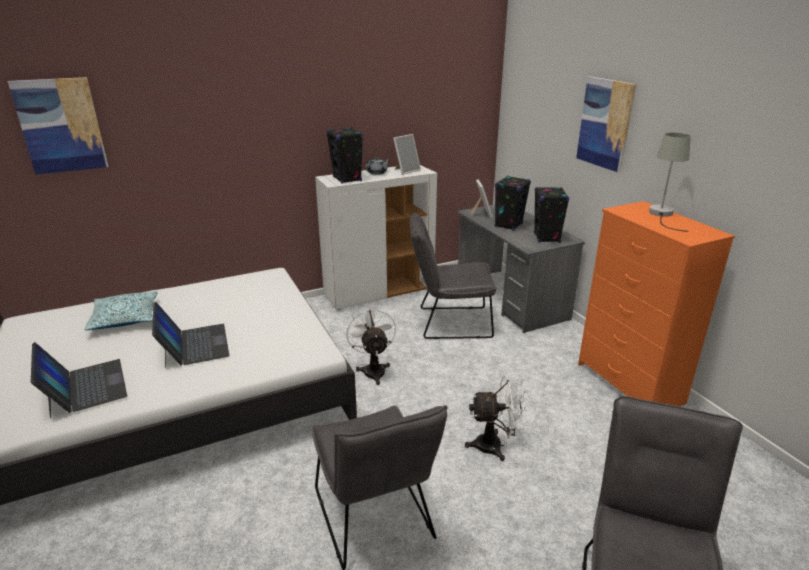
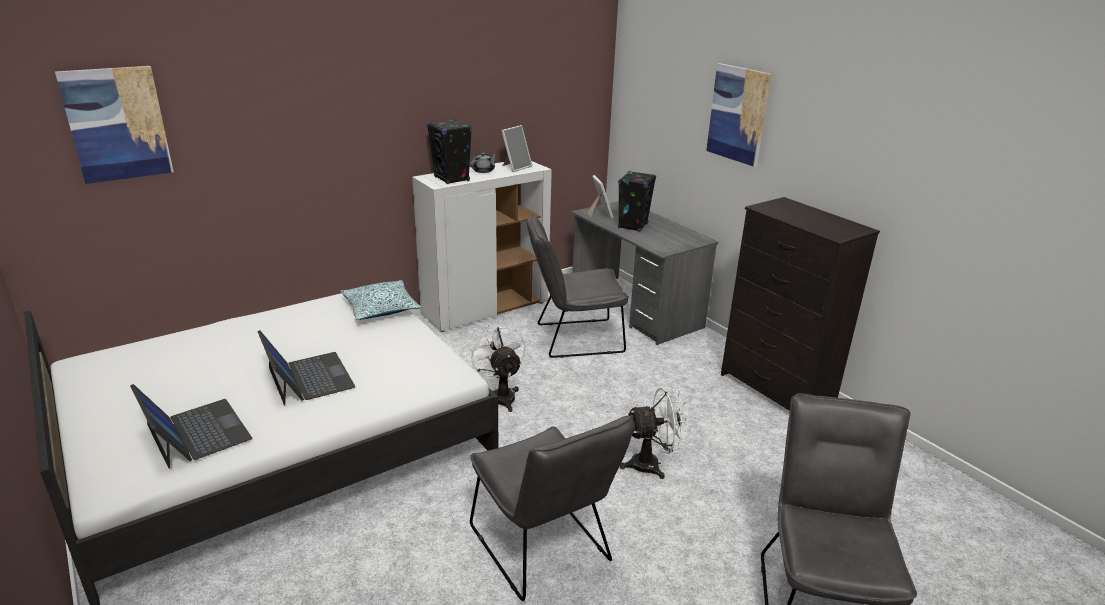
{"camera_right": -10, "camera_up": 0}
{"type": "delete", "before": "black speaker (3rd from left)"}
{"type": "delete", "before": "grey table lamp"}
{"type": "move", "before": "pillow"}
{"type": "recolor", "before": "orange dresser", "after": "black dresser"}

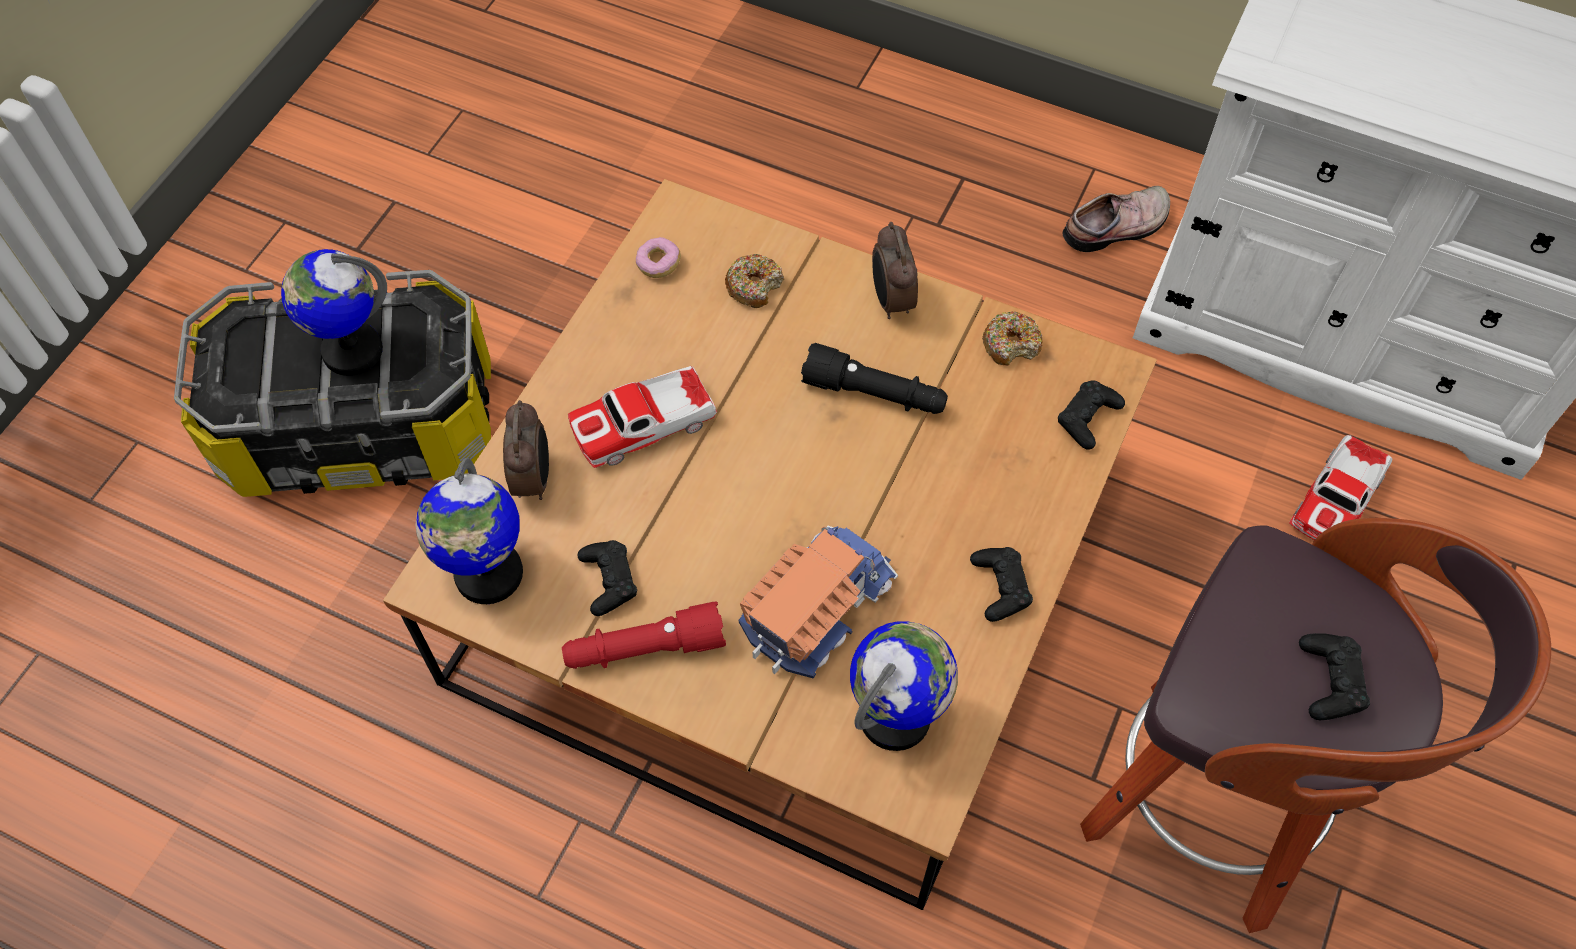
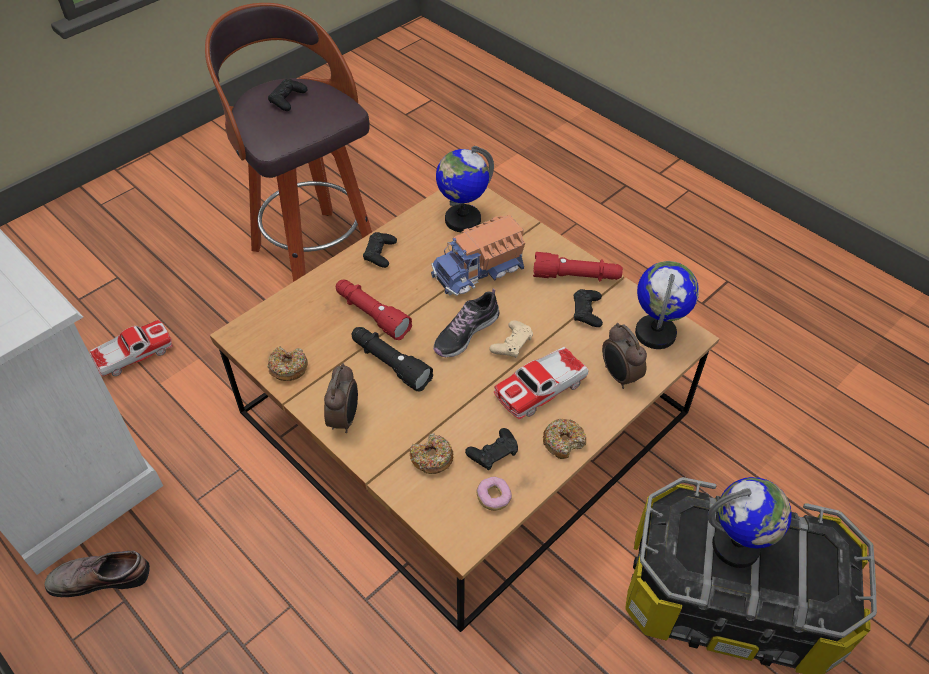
{"camera_right": -160, "camera_up": -10}
{"type": "insert", "after": "red flashlight (1st from left)"}
{"type": "insert", "after": "shoe (2nd from left)"}
{"type": "insert", "after": "beige game controller"}
{"type": "insert", "after": "donut (4th from left)"}
{"type": "move", "before": "black game controller (3rd from left)"}
{"type": "rotate", "before": "alarm clock (1st from left in the first image)", "turn": -45}
{"type": "rotate", "before": "toy car (1st from left in the first image)", "turn": 150}

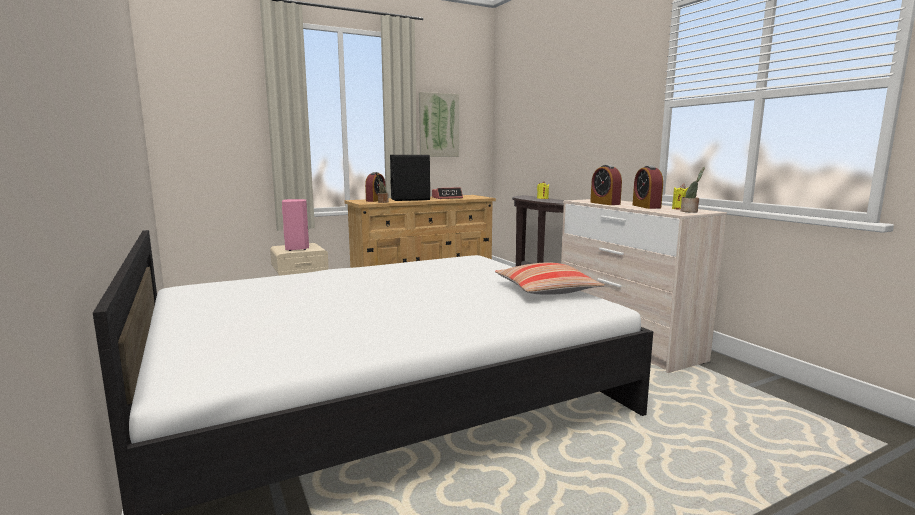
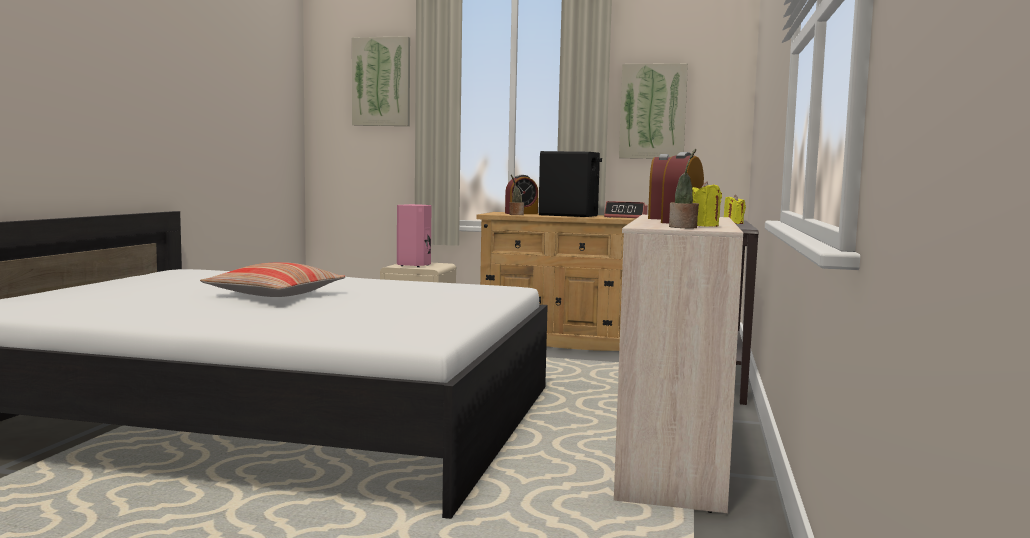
{"camera_right": 40, "camera_up": -5}
{"type": "insert", "after": "picture (1st from left)"}
{"type": "move", "before": "pillow"}

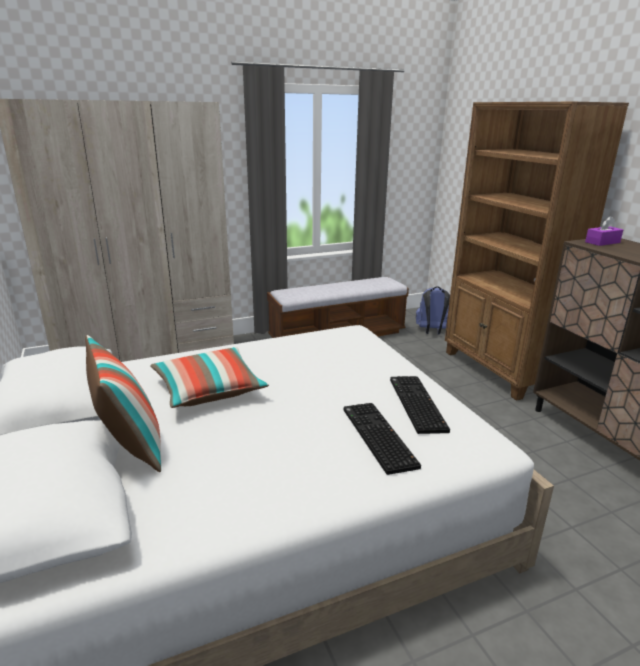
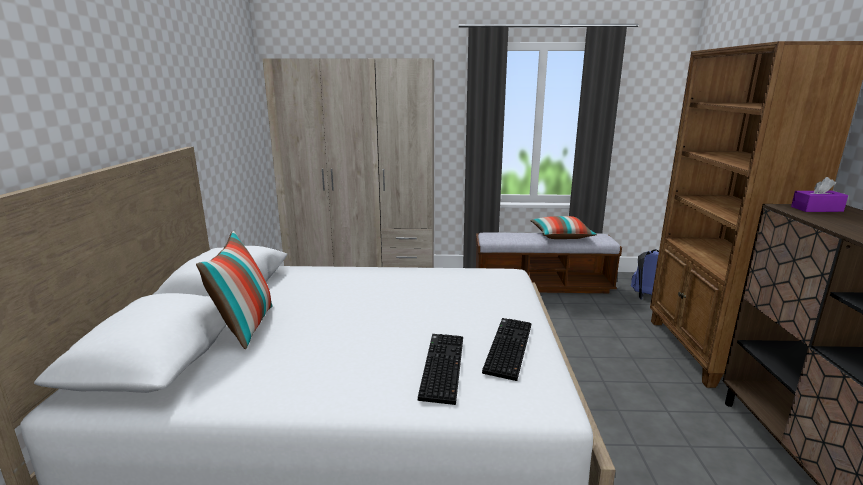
{"camera_right": 25, "camera_up": -5}
{"type": "move", "before": "pillow (2nd from left)"}

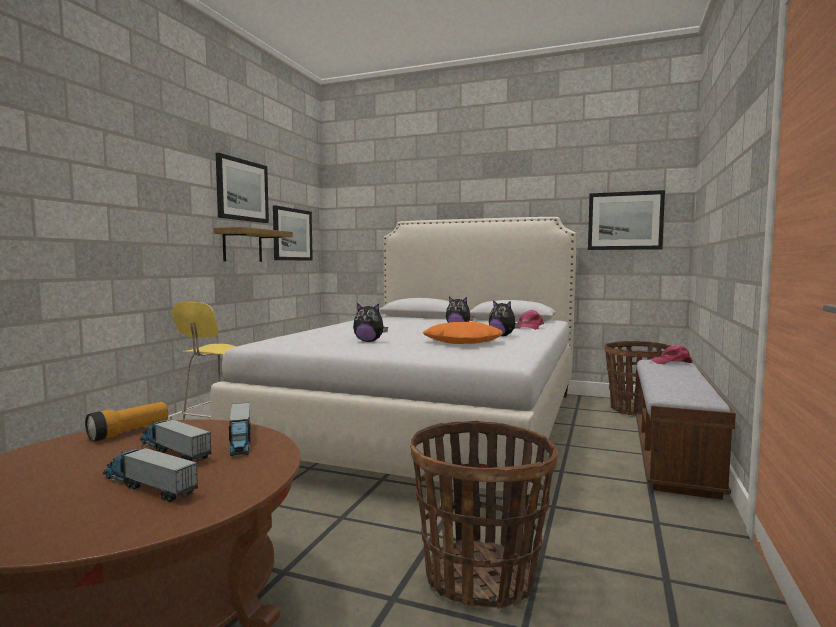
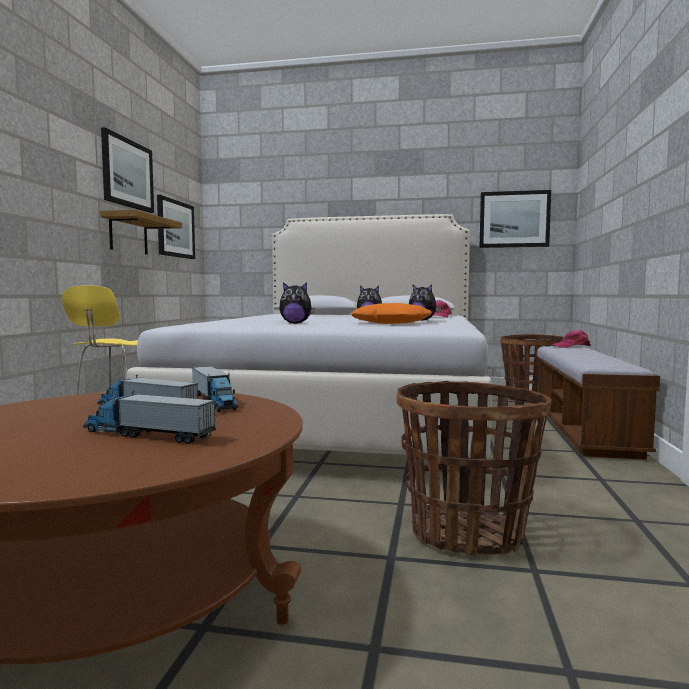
{"camera_right": -10, "camera_up": 0}
{"type": "delete", "before": "flashlight"}

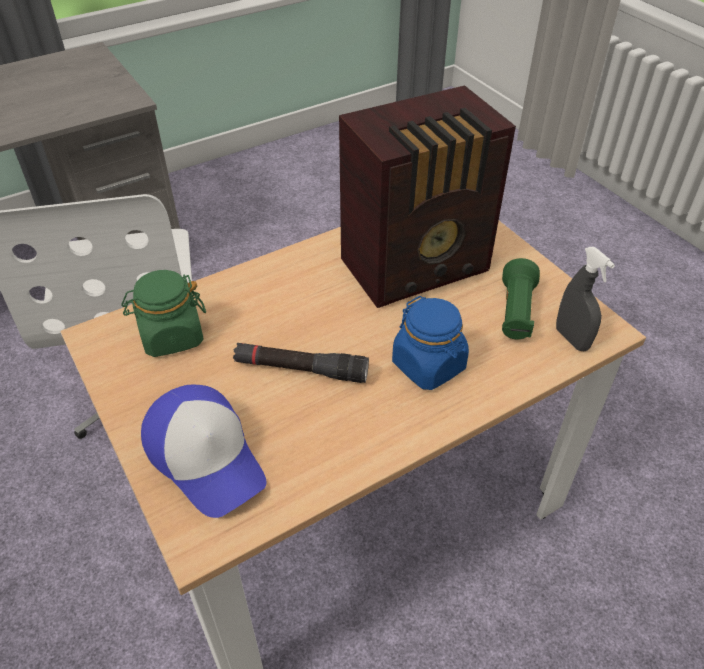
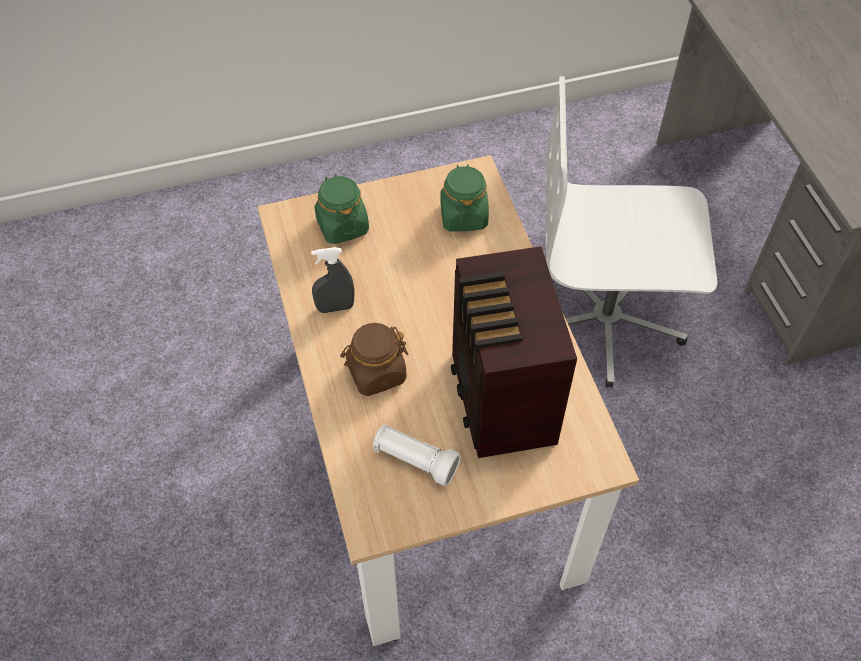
{"camera_right": 105, "camera_up": 10}
{"type": "delete", "before": "black flashlight"}
{"type": "move", "before": "grey spray bottle"}
{"type": "replace", "before": "cap", "after": "green jar (1st from left)"}
{"type": "recolor", "before": "blue jar", "after": "brown jar"}
{"type": "recolor", "before": "green flashlight", "after": "white flashlight"}

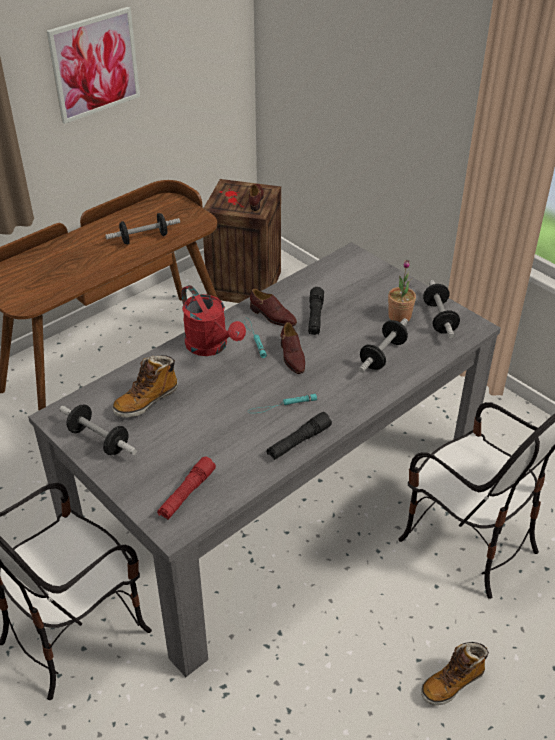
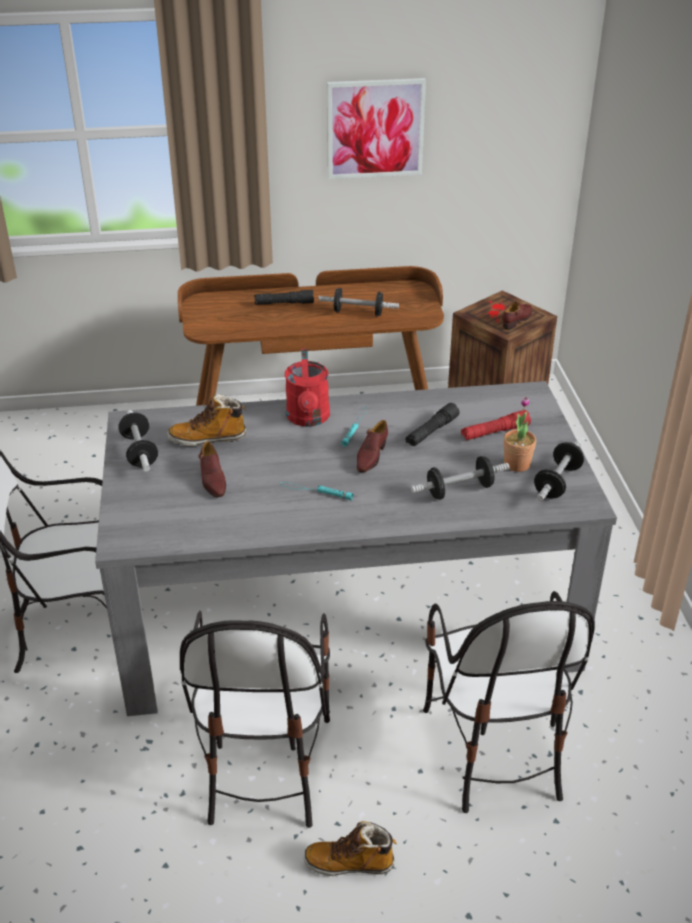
{"camera_right": 35, "camera_up": -5}
{"type": "insert", "after": "chair (2nd from left)"}
{"type": "move", "before": "red flashlight"}
{"type": "move", "before": "brown shoe (2nd from left in the first image)", "after": "brown shoe (1st from left)"}
{"type": "move", "before": "black flashlight (1st from left)"}

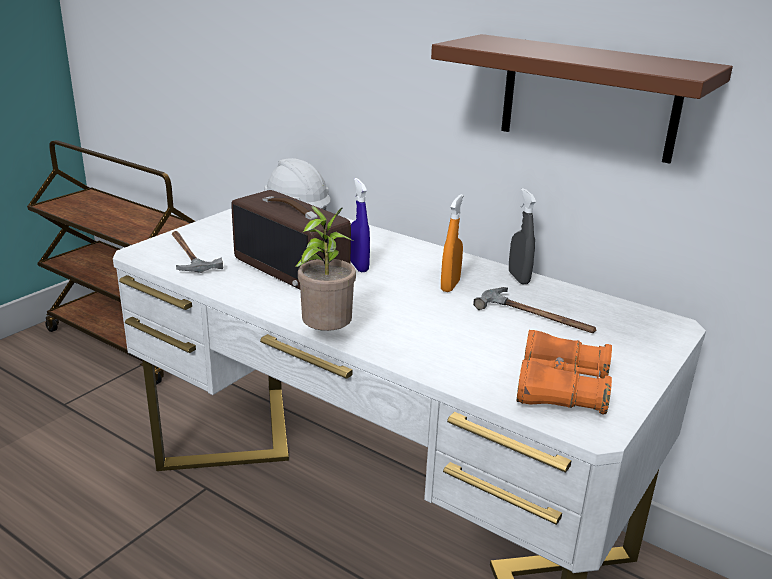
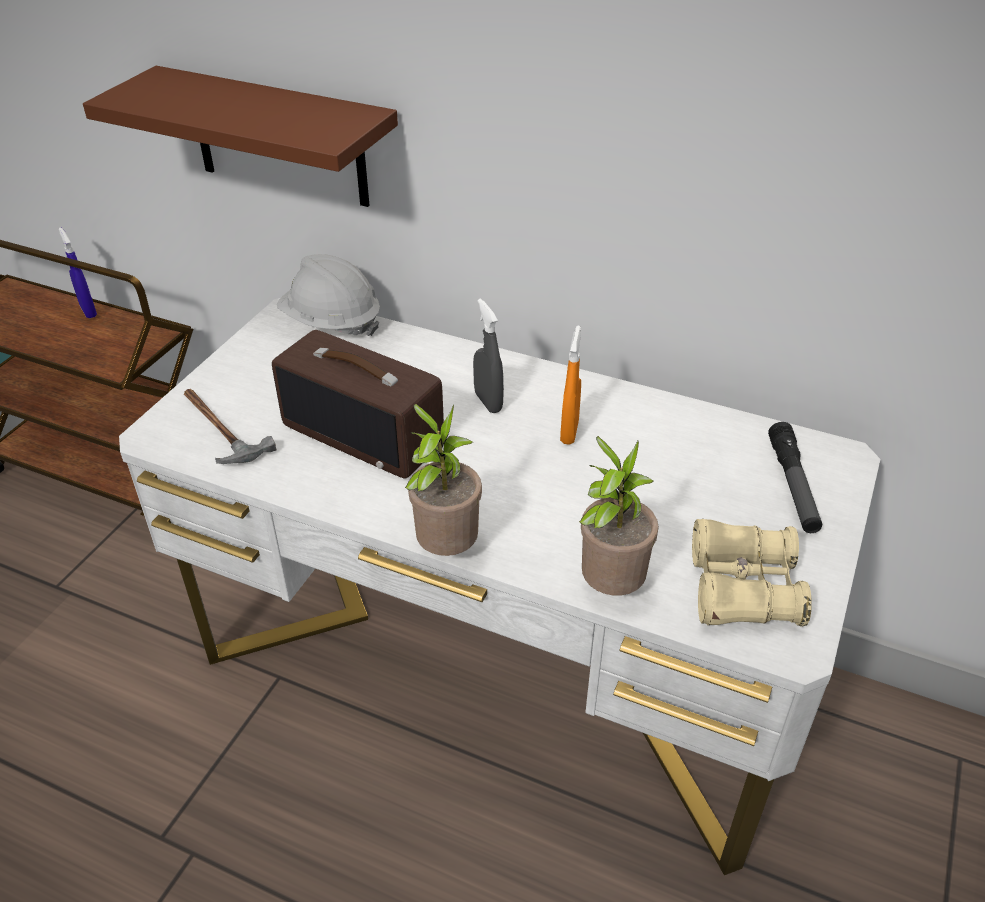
{"camera_right": -10, "camera_up": 15}
{"type": "delete", "before": "hammer (2nd from left)"}
{"type": "insert", "after": "potted plant (2nd from left)"}
{"type": "insert", "after": "flashlight"}
{"type": "move", "before": "blue spray bottle"}
{"type": "move", "before": "brown shelf"}
{"type": "move", "before": "grey spray bottle"}
{"type": "recolor", "before": "orange binoculars", "after": "beige binoculars"}

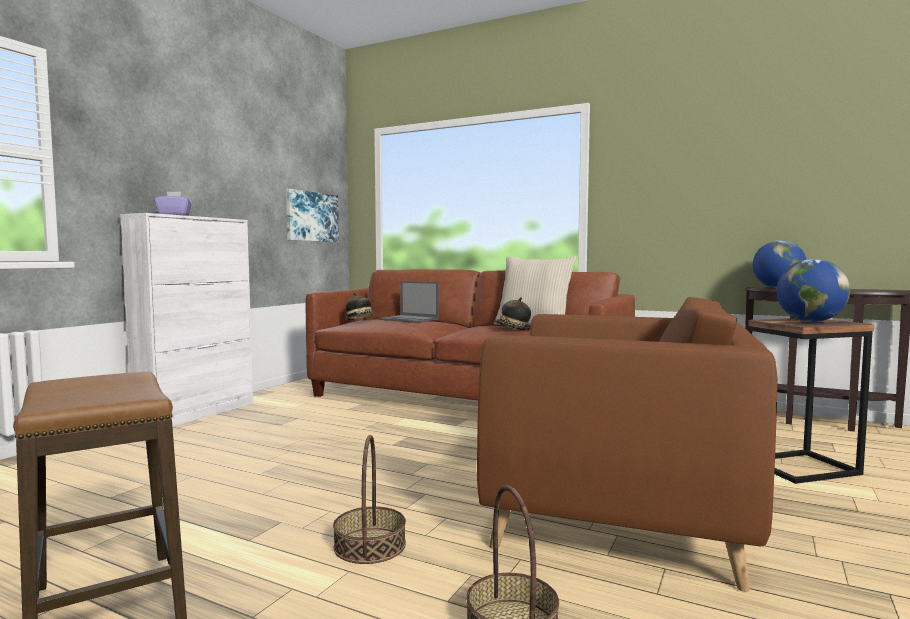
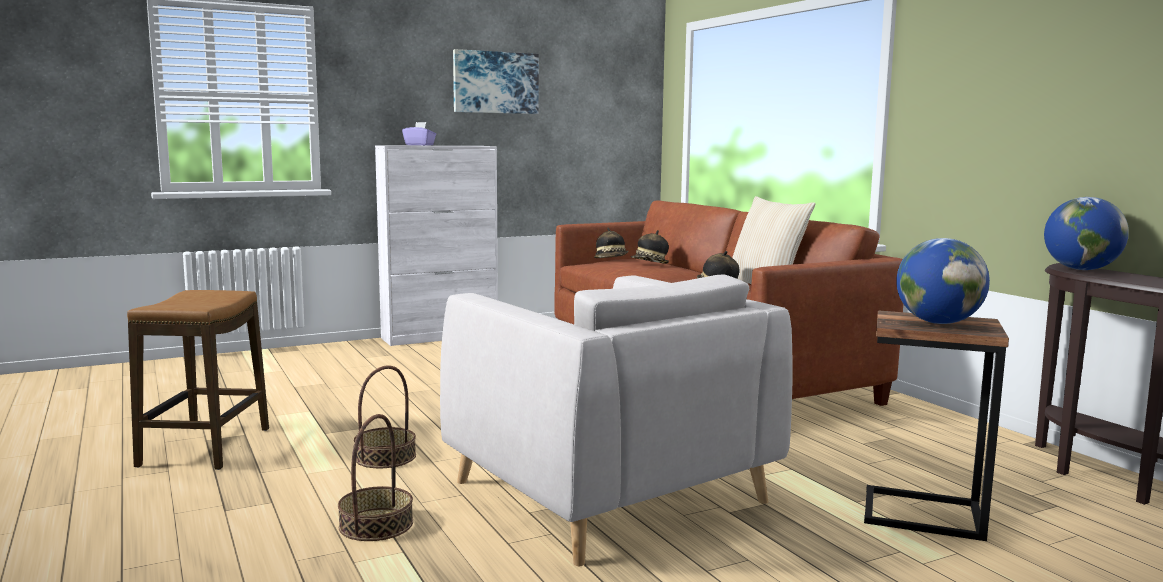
{"camera_right": 35, "camera_up": 5}
{"type": "move", "before": "picture"}
{"type": "replace", "before": "laptop", "after": "hat (2nd from left)"}
{"type": "recolor", "before": "brown armchair", "after": "grey armchair"}

